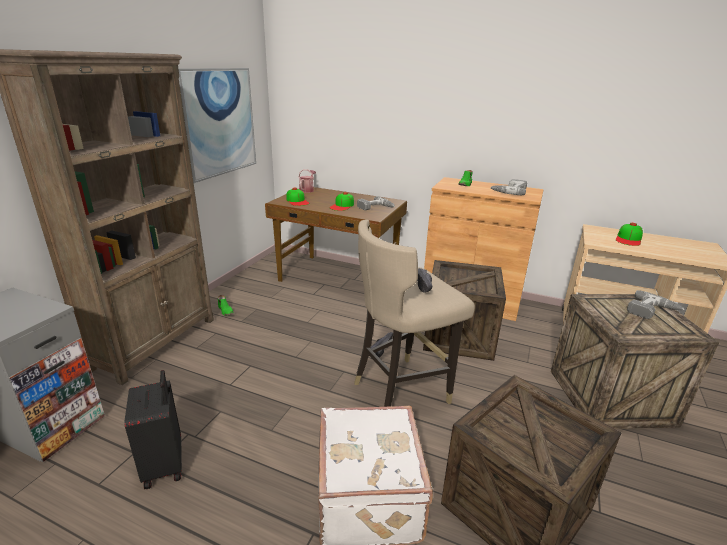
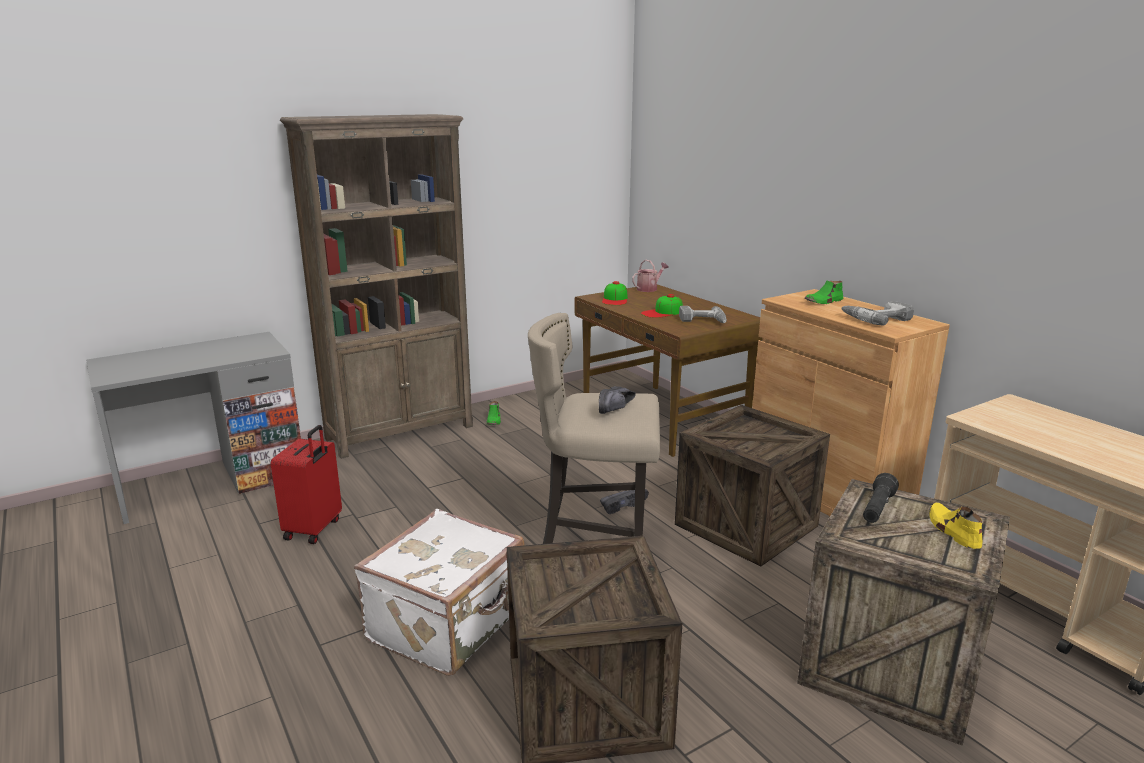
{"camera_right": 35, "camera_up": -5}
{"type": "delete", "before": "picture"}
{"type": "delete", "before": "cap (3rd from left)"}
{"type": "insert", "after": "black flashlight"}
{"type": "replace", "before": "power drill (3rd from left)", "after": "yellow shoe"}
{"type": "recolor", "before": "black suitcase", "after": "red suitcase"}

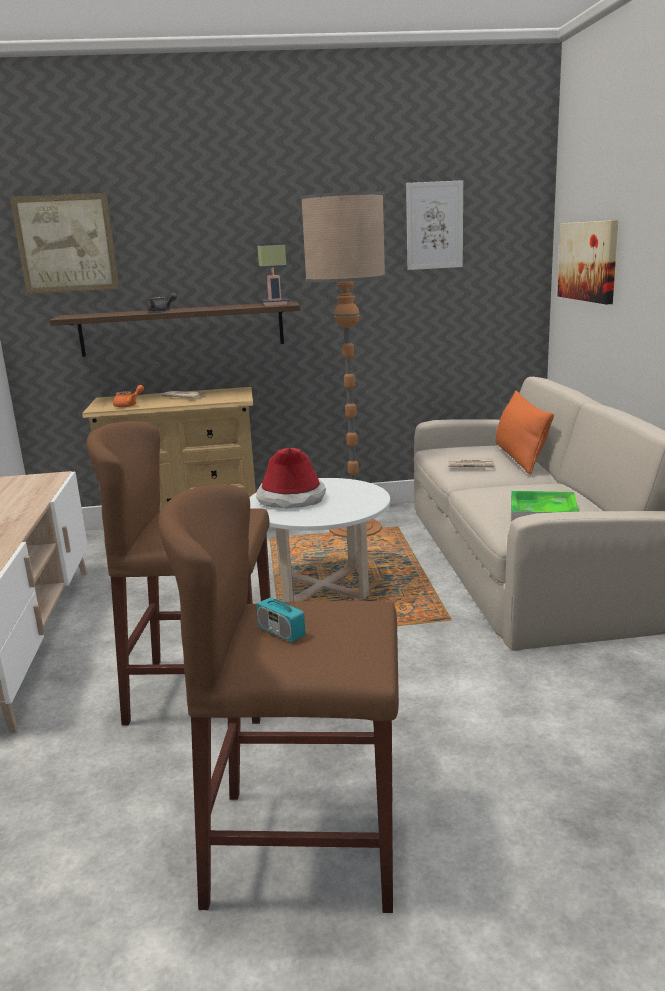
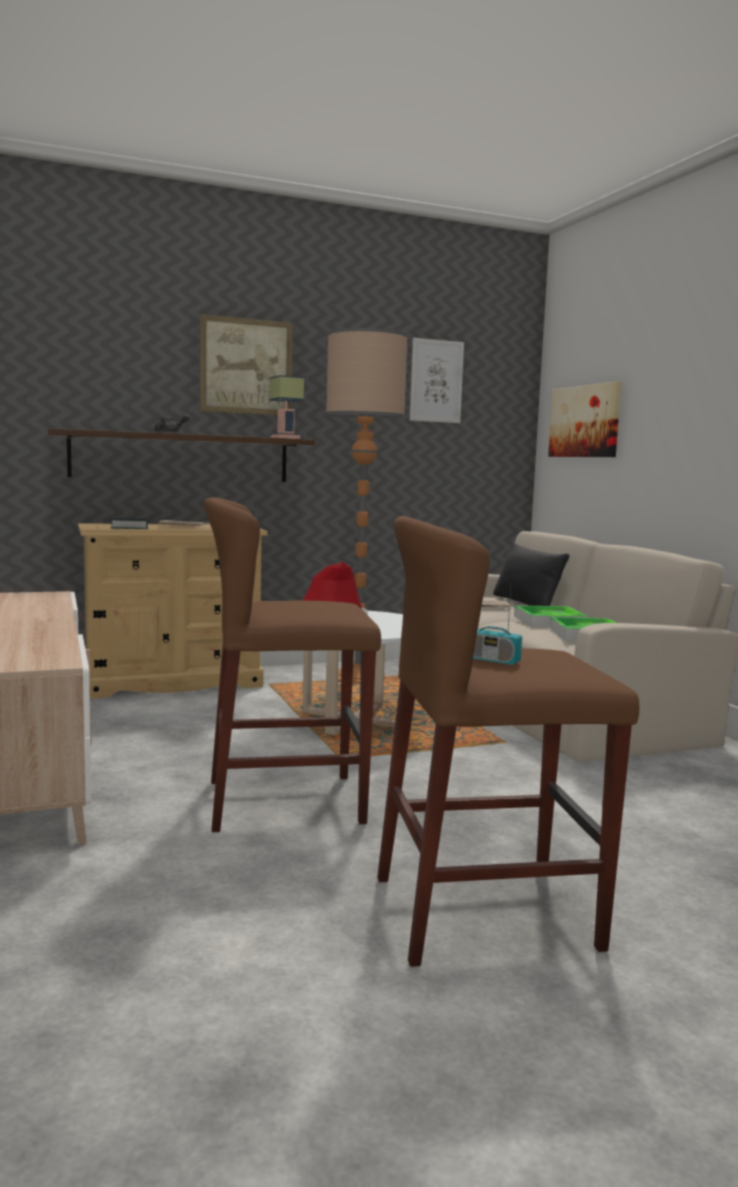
{"camera_right": -15, "camera_up": -10}
{"type": "insert", "after": "tray (1st from left)"}
{"type": "move", "before": "picture (1st from left)"}
{"type": "replace", "before": "orange teapot", "after": "book"}
{"type": "recolor", "before": "orange pillow", "after": "black pillow"}

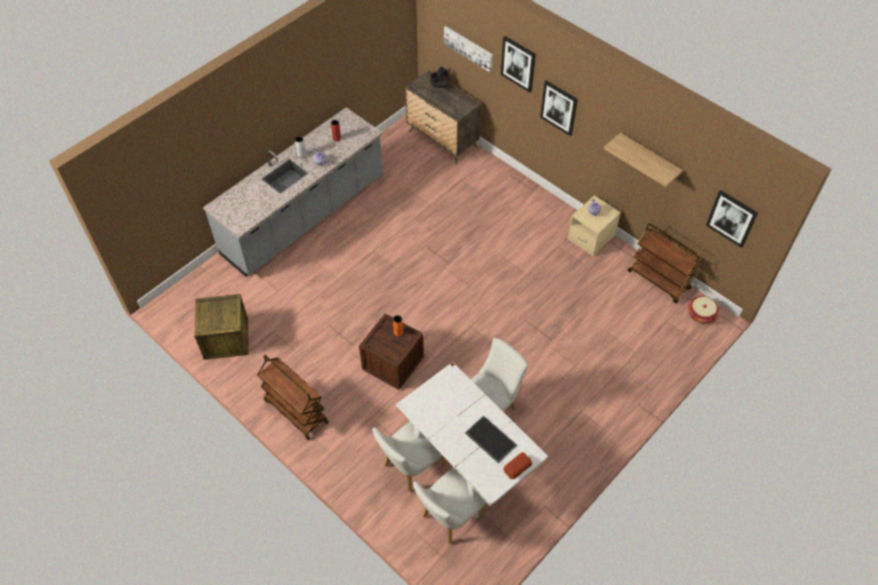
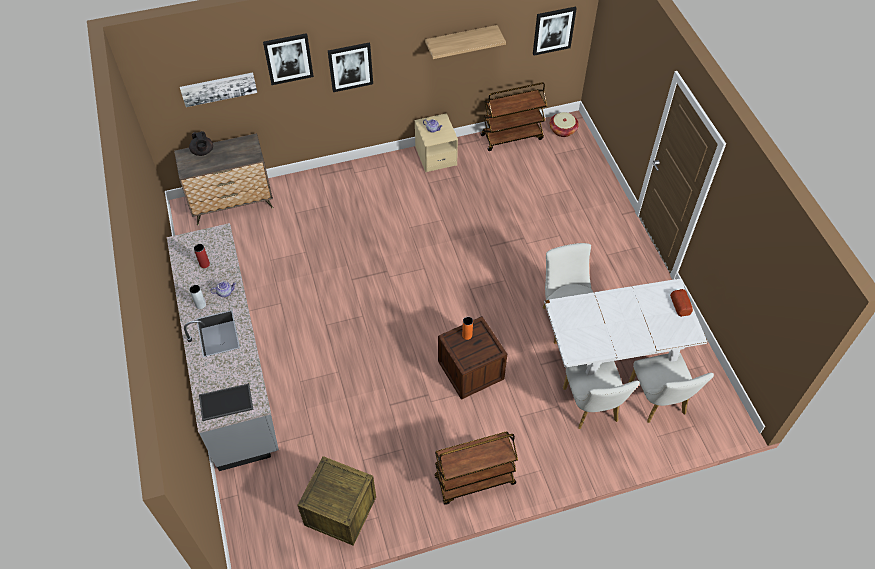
{"camera_right": -60, "camera_up": 0}
{"type": "move", "before": "tray"}

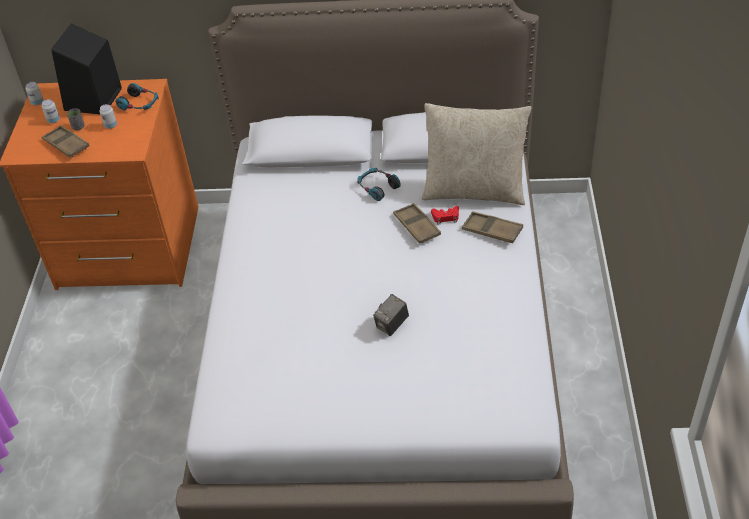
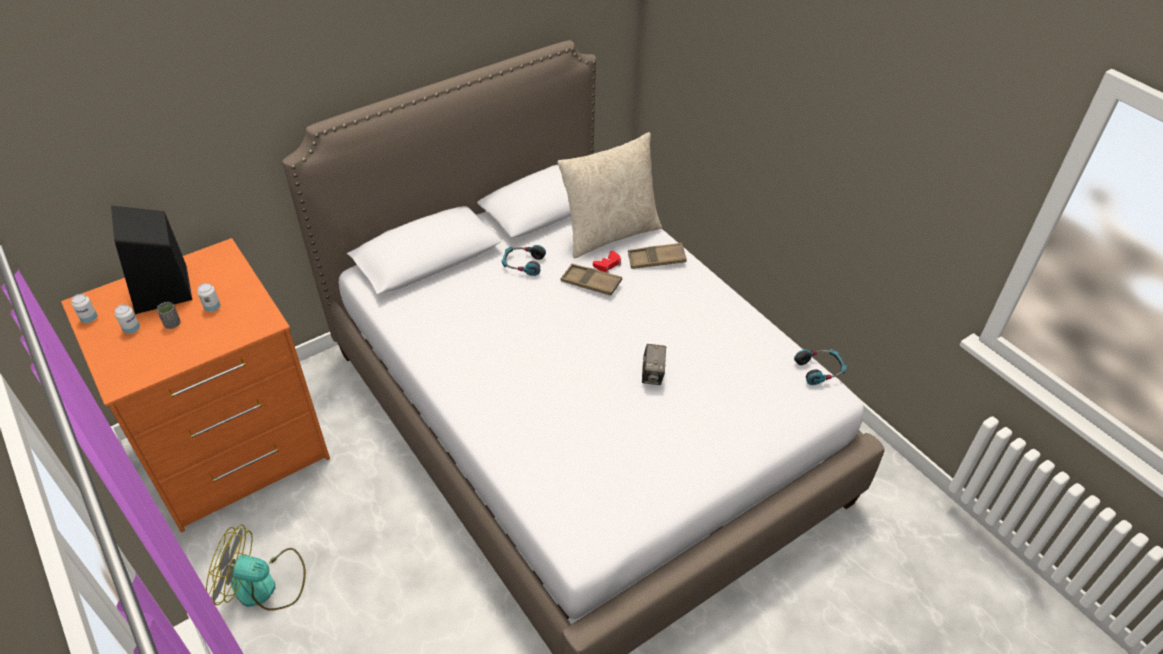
{"camera_right": -40, "camera_up": 0}
{"type": "delete", "before": "brown tray (1st from left)"}
{"type": "insert", "after": "fan"}
{"type": "move", "before": "headphones (1st from left in the first image)", "after": "headphones (2nd from left)"}

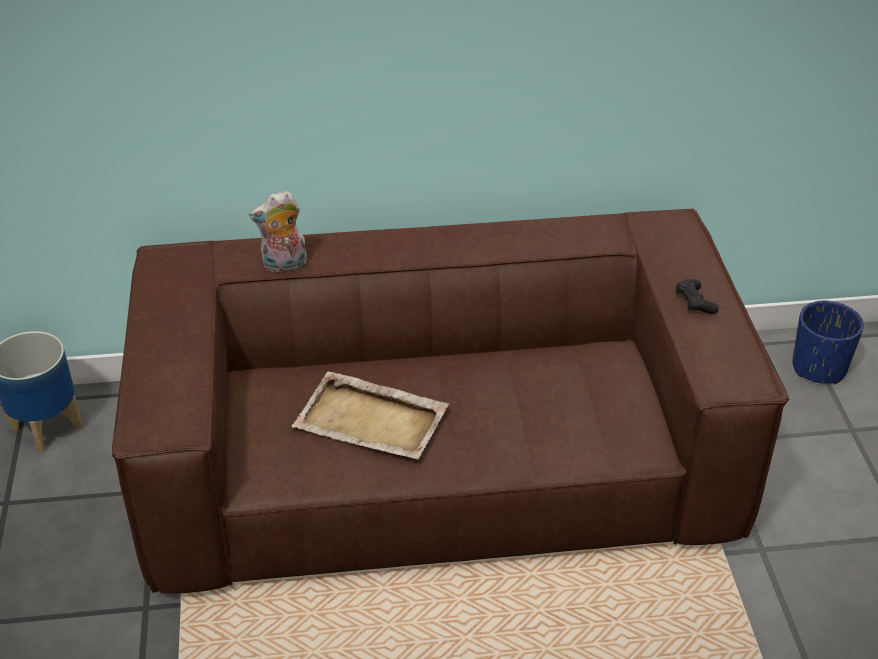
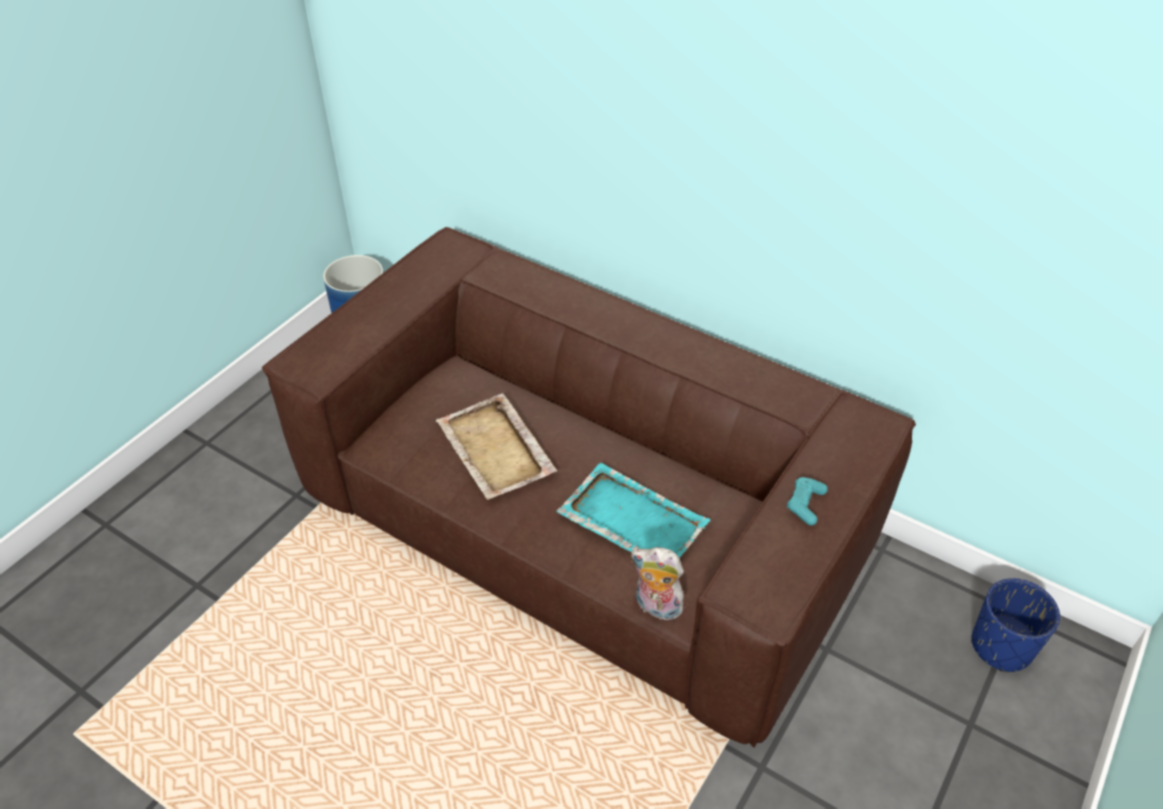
{"camera_right": 40, "camera_up": 5}
{"type": "insert", "after": "turquoise tray"}
{"type": "move", "before": "plush toy"}
{"type": "recolor", "before": "black game controller", "after": "turquoise game controller"}

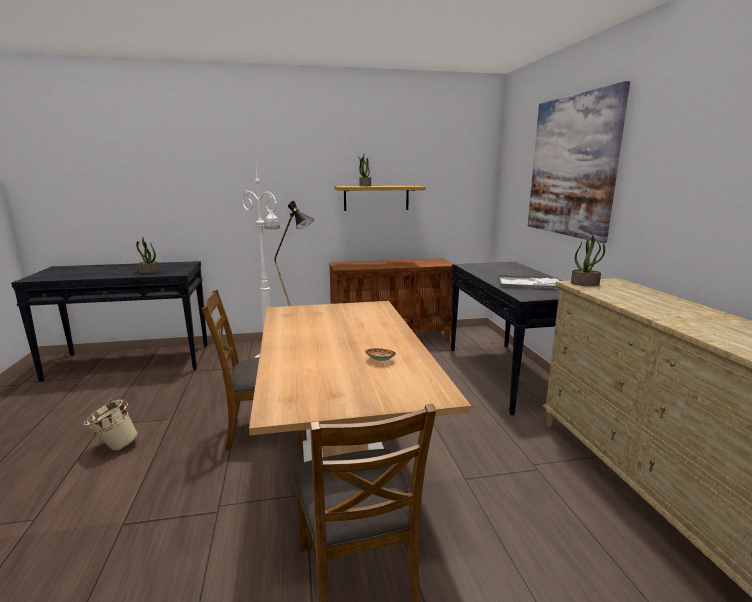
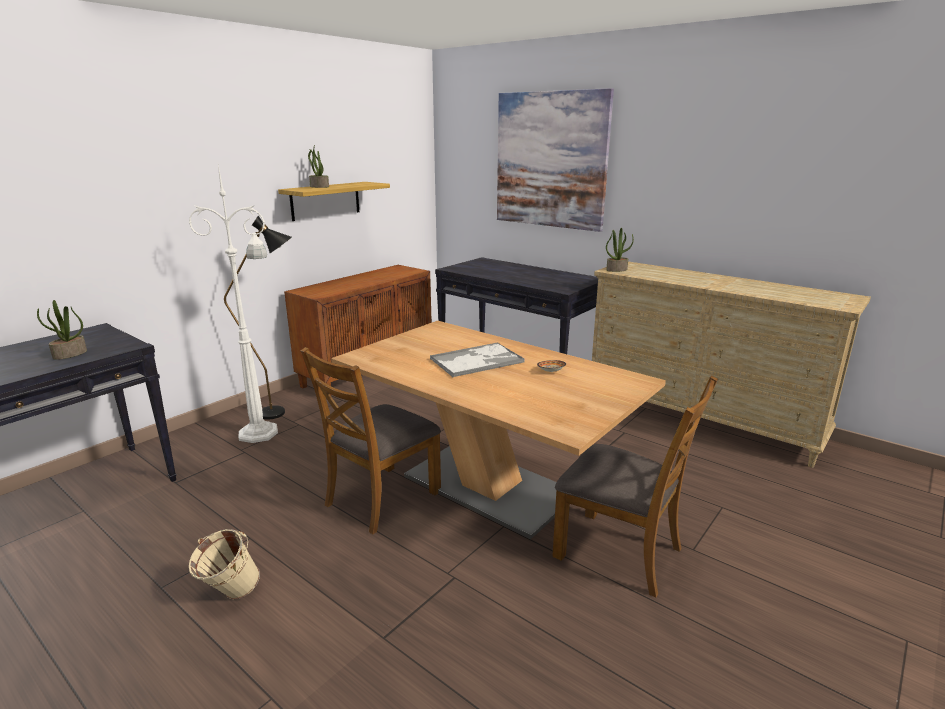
{"camera_right": -40, "camera_up": 5}
{"type": "move", "before": "tray"}

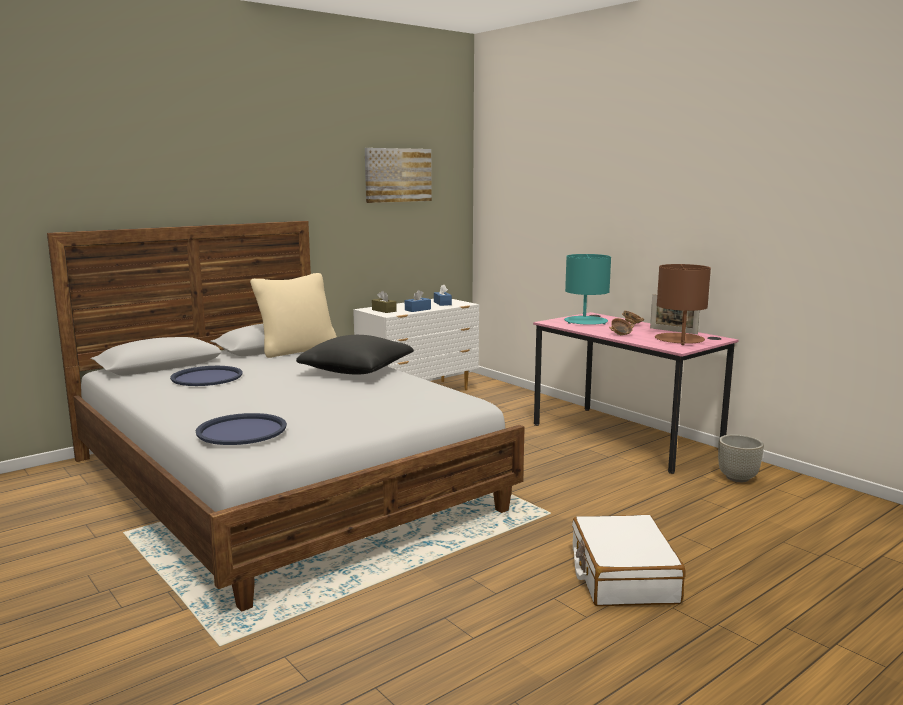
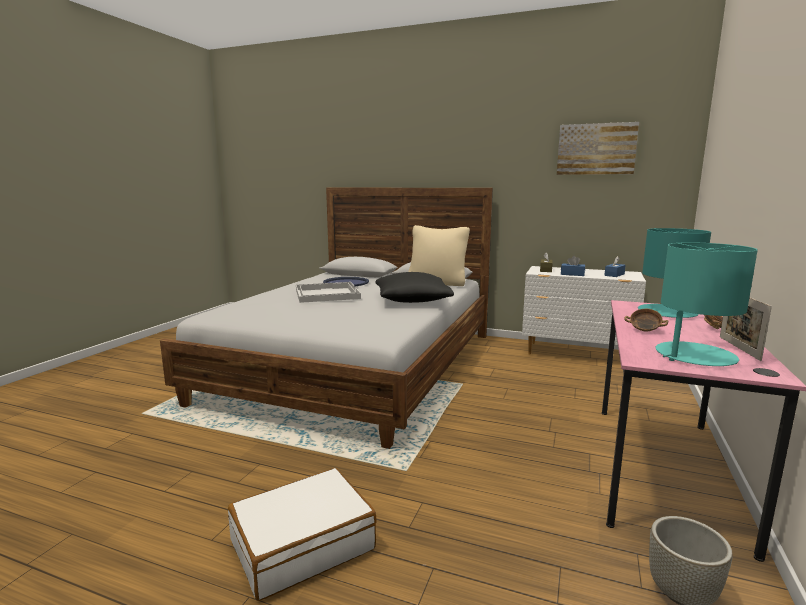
{"camera_right": 60, "camera_up": 0}
{"type": "delete", "before": "blue tray (2nd from left)"}
{"type": "insert", "after": "white tray"}
{"type": "recolor", "before": "brown table lamp", "after": "turquoise table lamp (2nd from left)"}

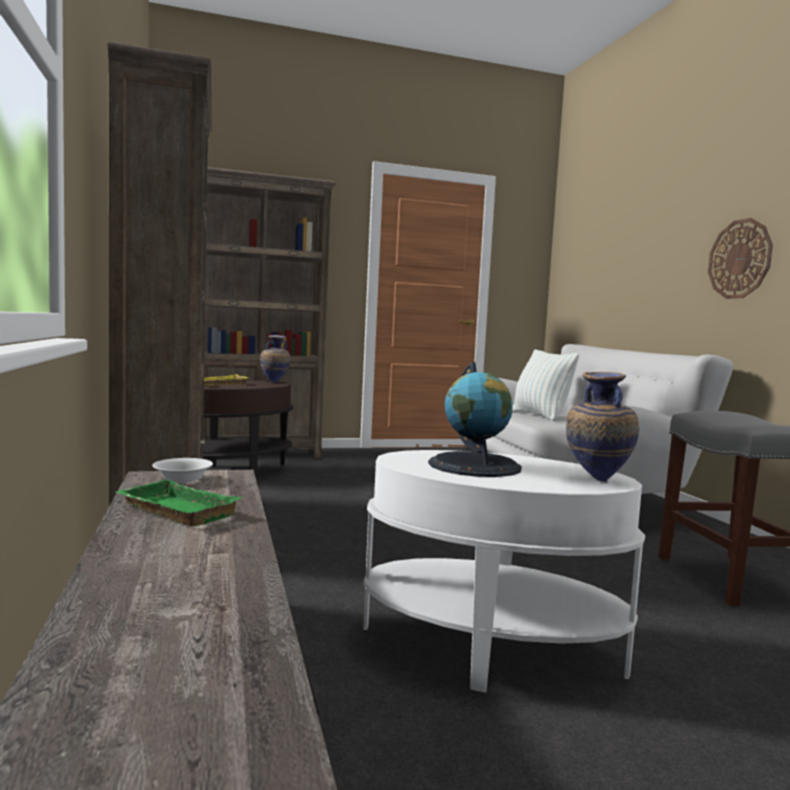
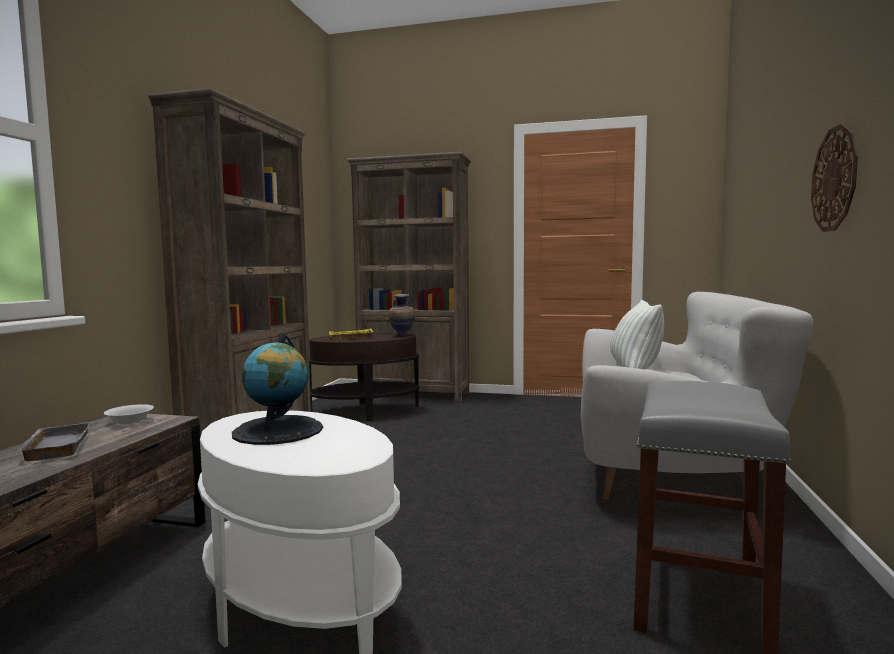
{"camera_right": 30, "camera_up": 0}
{"type": "delete", "before": "vase (2nd from left)"}
{"type": "recolor", "before": "green tray", "after": "grey tray"}

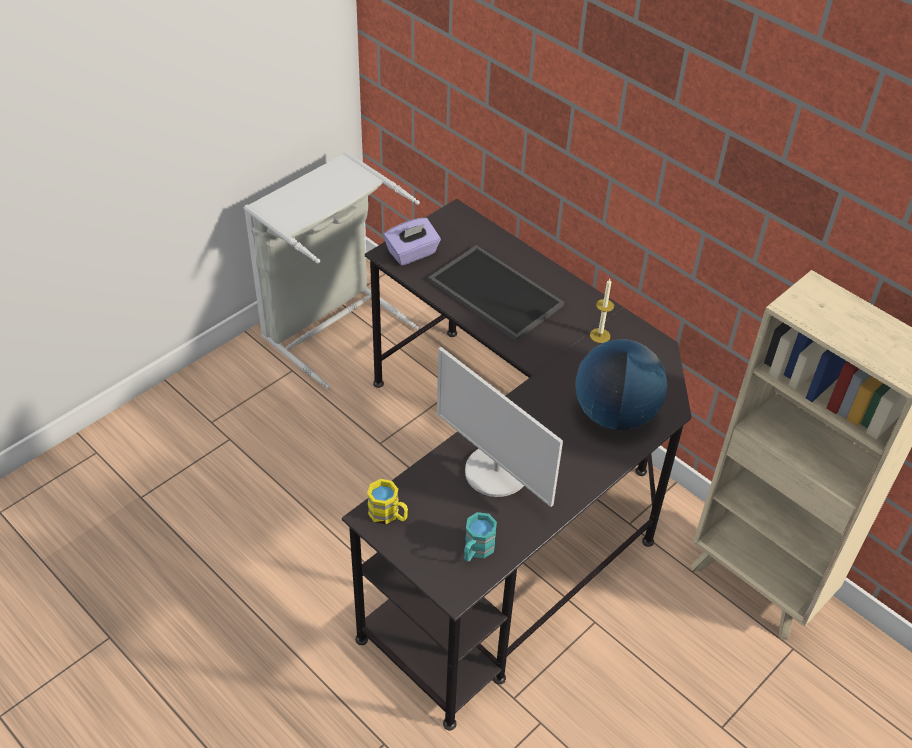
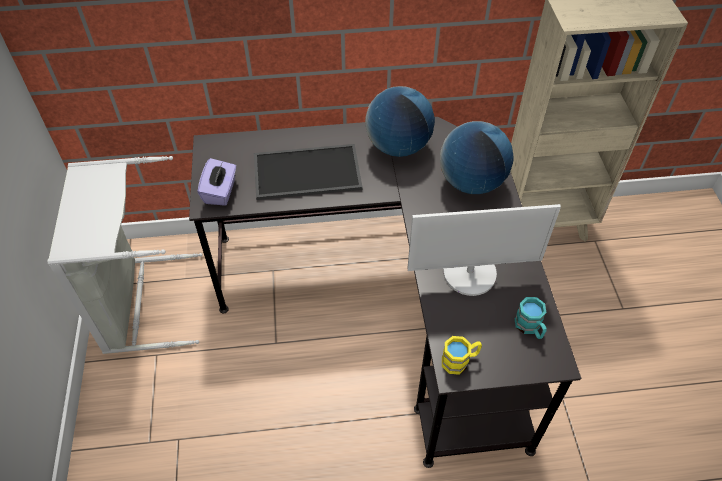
{"camera_right": -50, "camera_up": 5}
{"type": "replace", "before": "candle", "after": "globe (1st from left)"}

